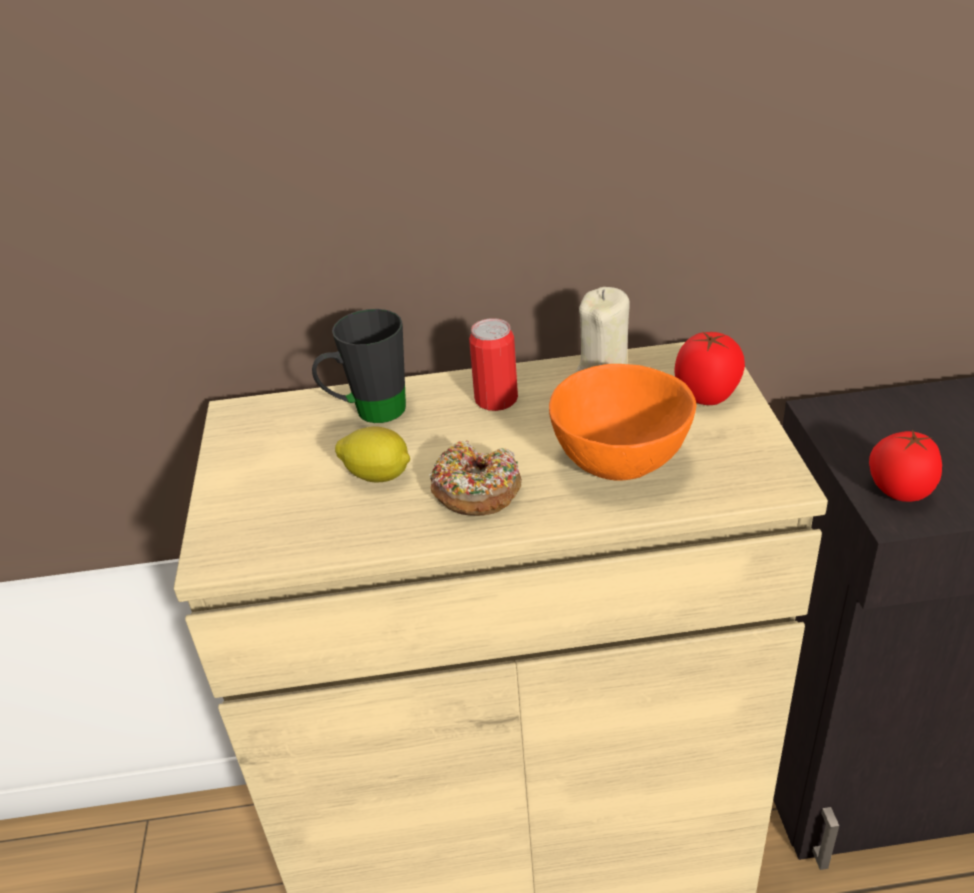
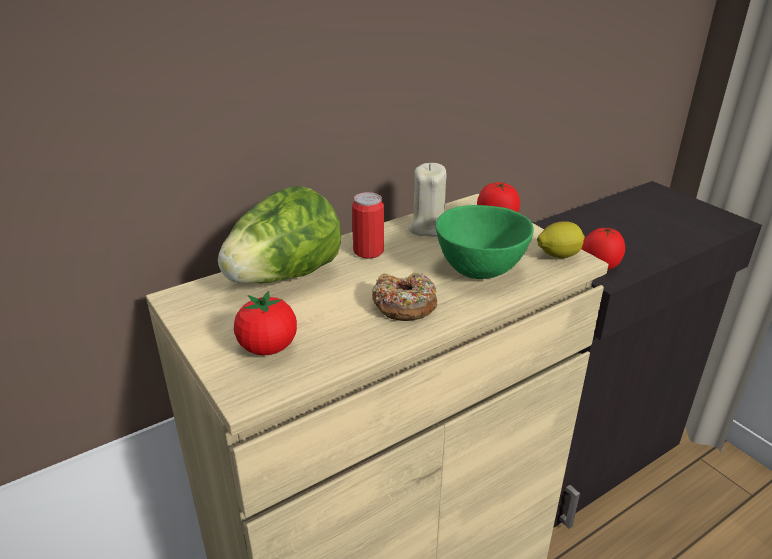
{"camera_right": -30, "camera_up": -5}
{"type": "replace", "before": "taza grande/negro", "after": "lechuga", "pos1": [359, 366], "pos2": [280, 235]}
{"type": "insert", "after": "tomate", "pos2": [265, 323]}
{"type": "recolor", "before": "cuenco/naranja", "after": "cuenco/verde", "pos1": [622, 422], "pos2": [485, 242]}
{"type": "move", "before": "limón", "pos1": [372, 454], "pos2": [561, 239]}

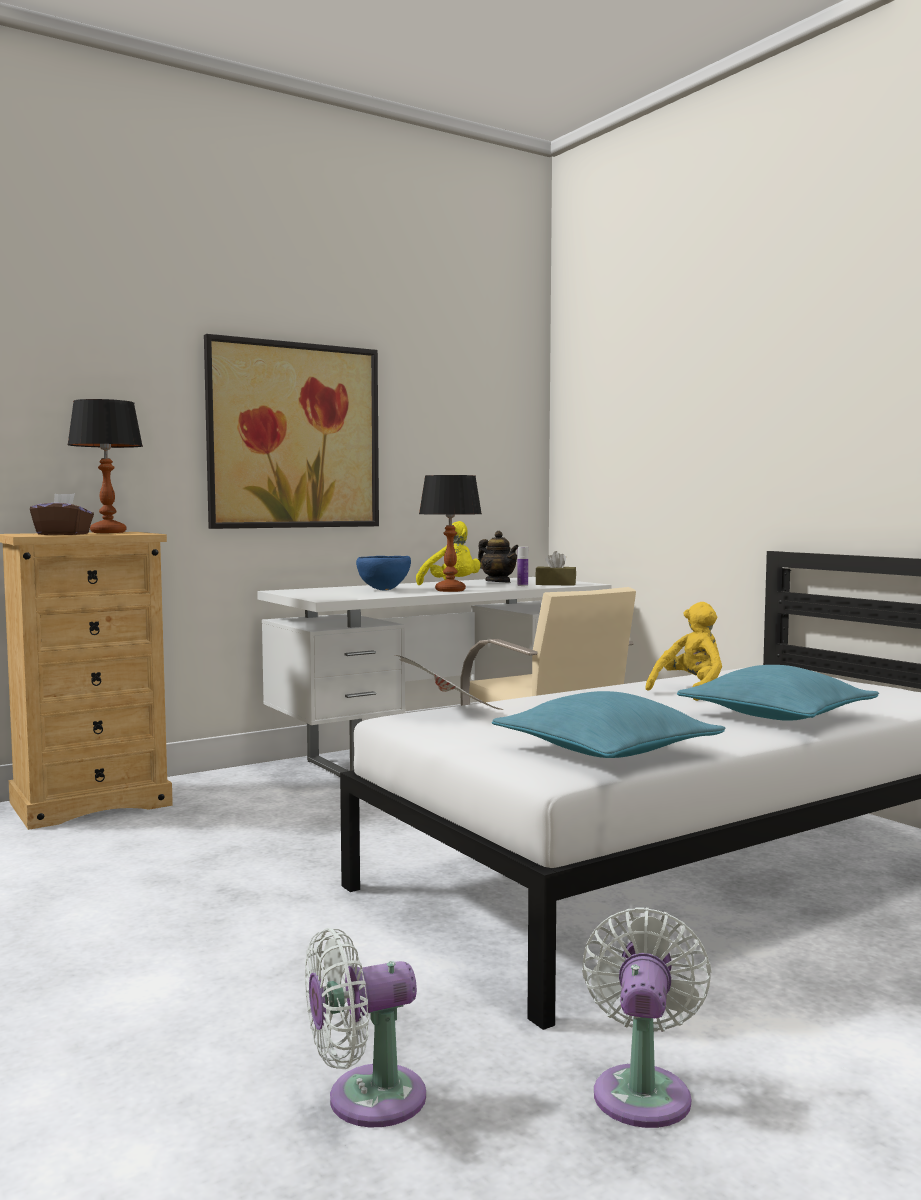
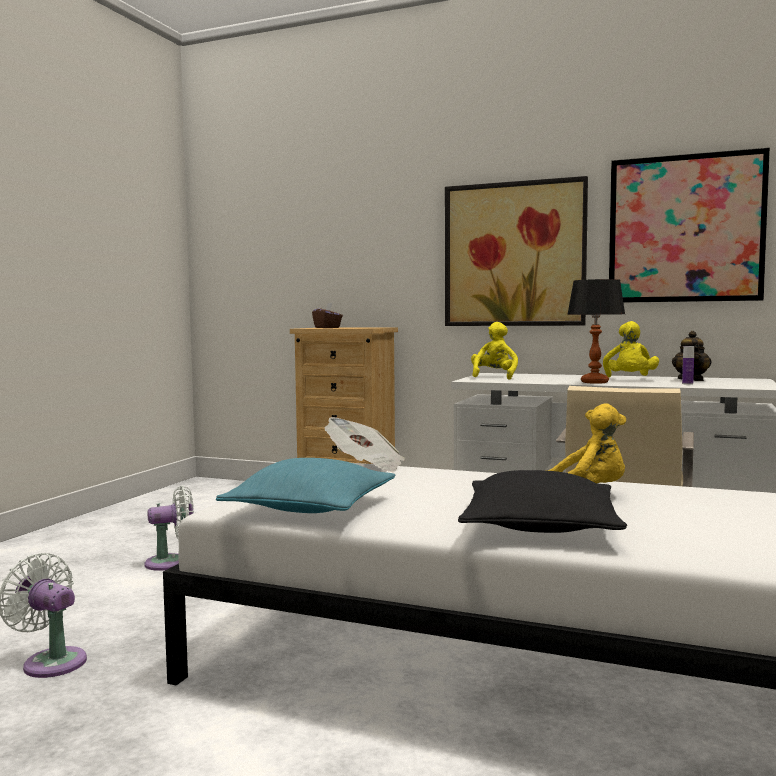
{"camera_right": 55, "camera_up": 0}
{"type": "move", "before": "ventilador/blanco", "pos1": [646, 1017], "pos2": [169, 528]}
{"type": "recolor", "before": "cojín/turquesa", "after": "cojín/negro", "pos1": [778, 693], "pos2": [542, 501]}
{"type": "insert", "after": "peluche/amarillo", "pos2": [494, 351]}
{"type": "insert", "after": "cuadro", "pos2": [689, 225]}
{"type": "delete", "before": "lámpara de mesa", "pos1": [105, 466]}
{"type": "delete", "before": "cuenco/azul", "pos1": [383, 573]}
{"type": "delete", "before": "caja de pañuelos/marrón", "pos1": [555, 568]}

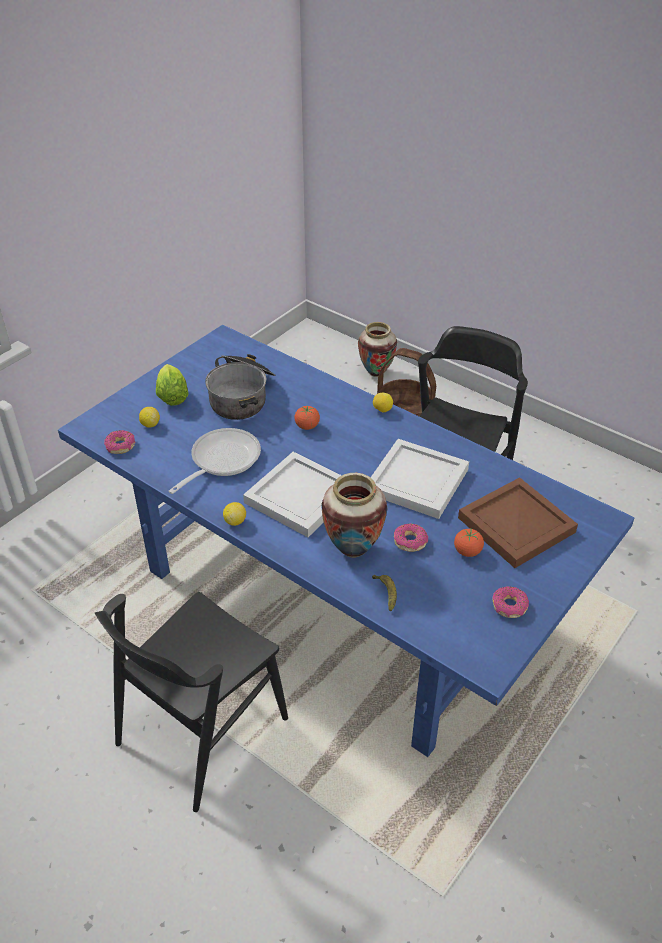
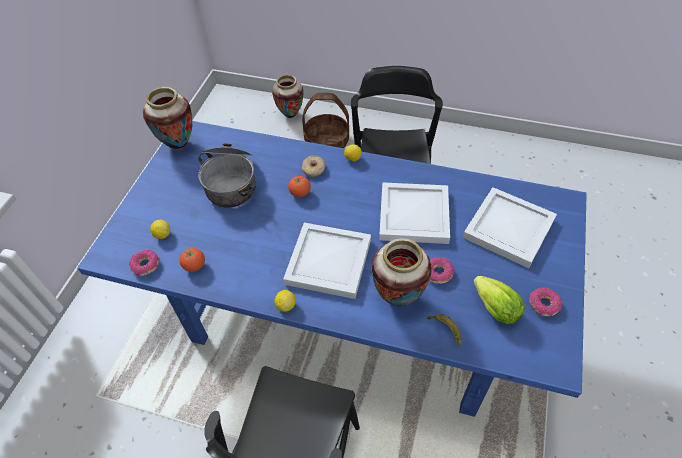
{"camera_right": -20, "camera_up": 10}
{"type": "insert", "after": "florero", "pos2": [168, 118]}
{"type": "move", "before": "tomate", "pos1": [469, 543], "pos2": [192, 260]}
{"type": "insert", "after": "rosquilla", "pos2": [313, 166]}
{"type": "recolor", "before": "bandeja/marrón", "after": "bandeja/blanco", "pos1": [518, 522], "pos2": [510, 227]}
{"type": "move", "before": "lechuga", "pos1": [172, 385], "pos2": [499, 300]}
{"type": "delete", "before": "sartén", "pos1": [215, 461]}

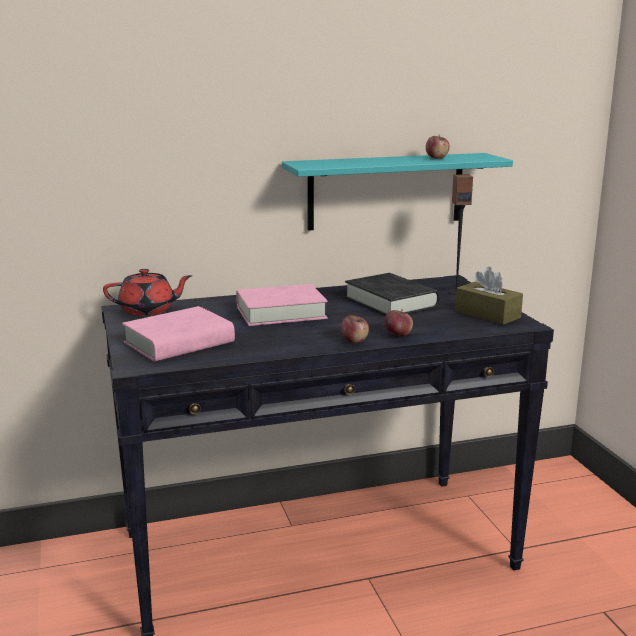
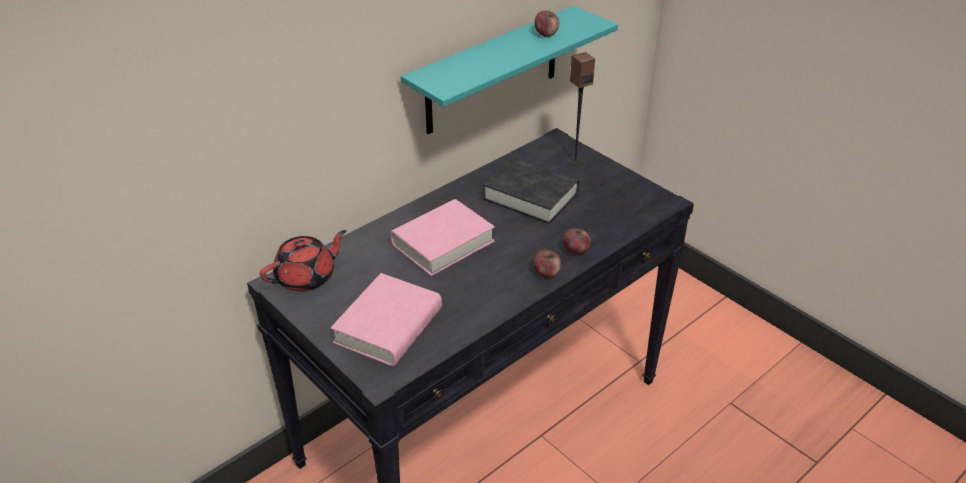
{"camera_right": -25, "camera_up": 20}
{"type": "delete", "before": "caja de pañuelos/marrón", "pos1": [489, 296]}

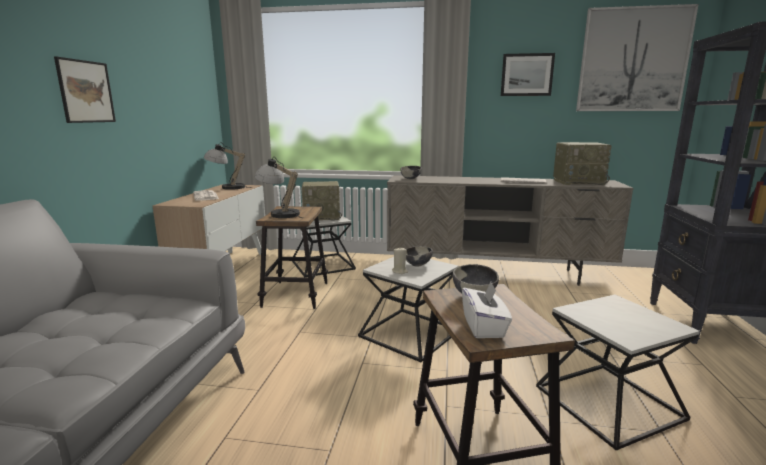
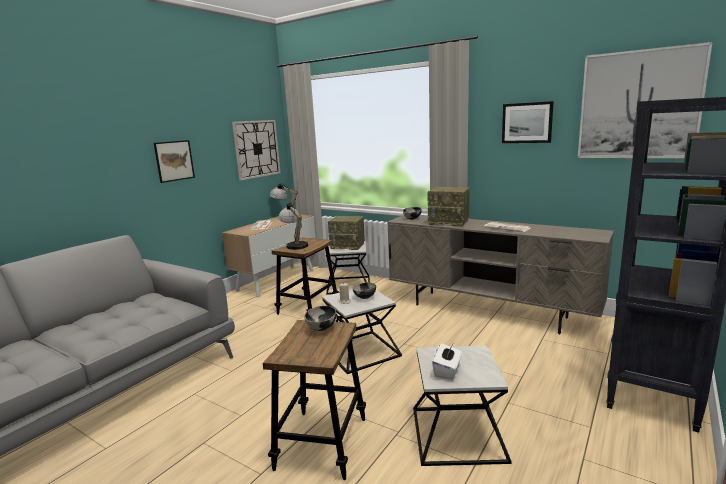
{"camera_right": 25, "camera_up": 0}
{"type": "insert", "after": "reloj de pared", "pos2": [256, 150]}
{"type": "move", "before": "radio", "pos1": [582, 163], "pos2": [449, 207]}
{"type": "move", "before": "caja de pañuelos/blanco", "pos1": [487, 309], "pos2": [447, 362]}

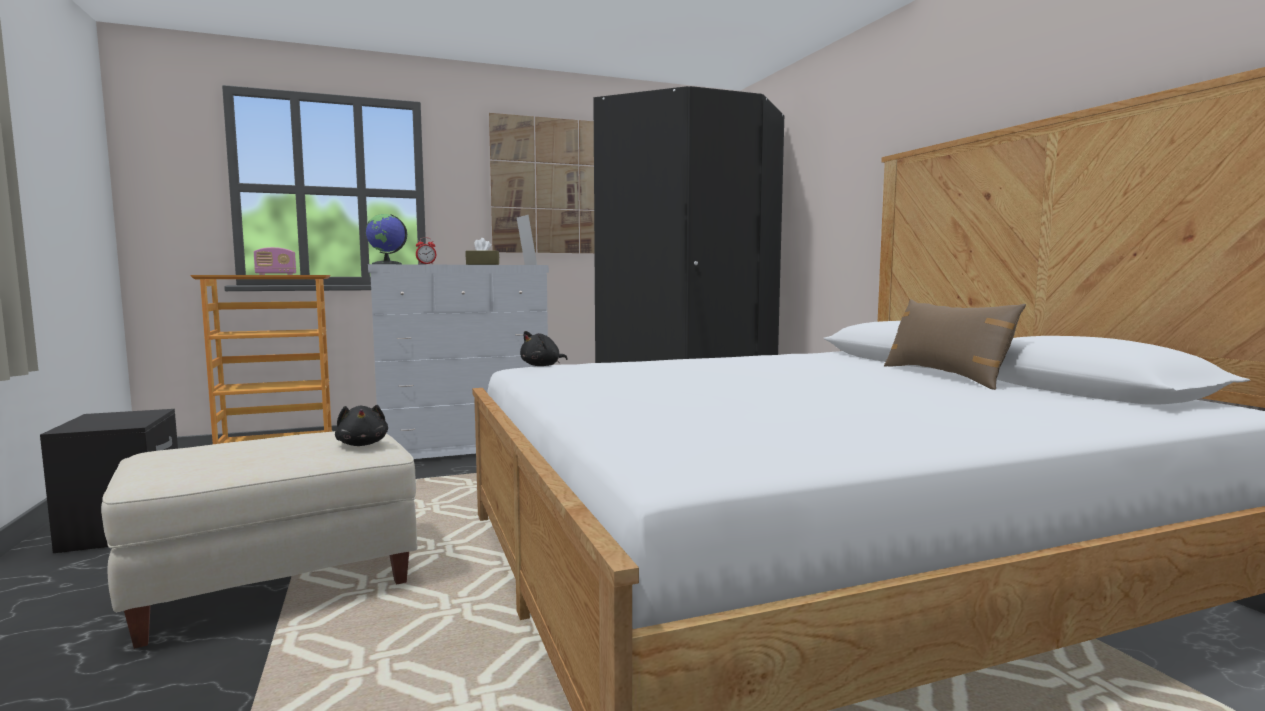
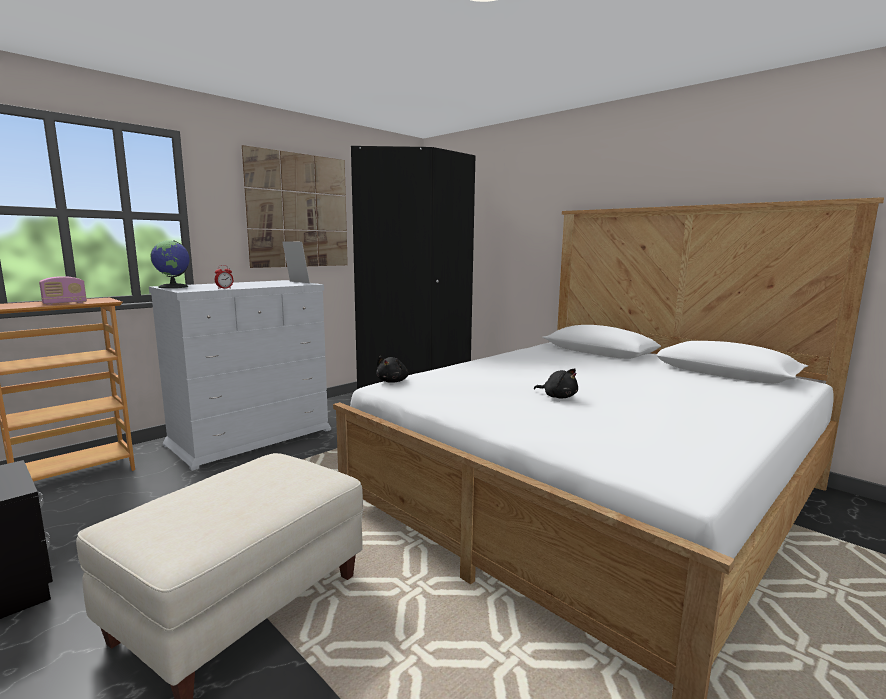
{"camera_right": -25, "camera_up": 5}
{"type": "move", "before": "peluche/negro", "pos1": [361, 425], "pos2": [556, 383]}
{"type": "delete", "before": "caja de pañuelos/marrón", "pos1": [482, 251]}
{"type": "delete", "before": "cojín/marrón", "pos1": [955, 344]}

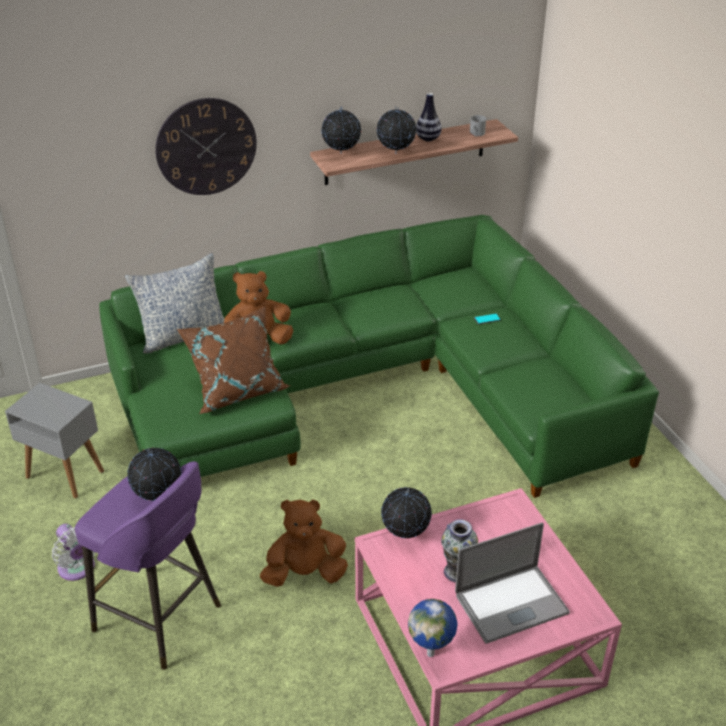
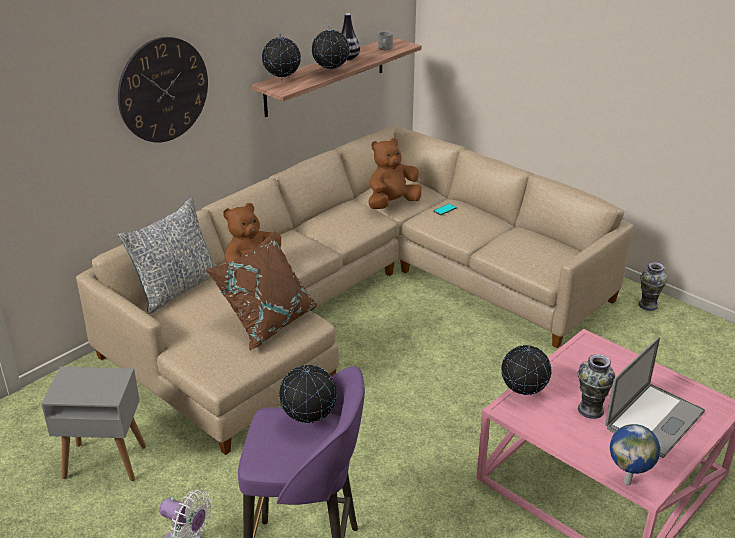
{"camera_right": -25, "camera_up": -5}
{"type": "recolor", "before": "sofá/verde", "after": "sofá/beis", "pos1": [379, 356], "pos2": [355, 290]}
{"type": "move", "before": "peluche/marrón", "pos1": [304, 543], "pos2": [394, 173]}
{"type": "insert", "after": "florero", "pos2": [653, 286]}

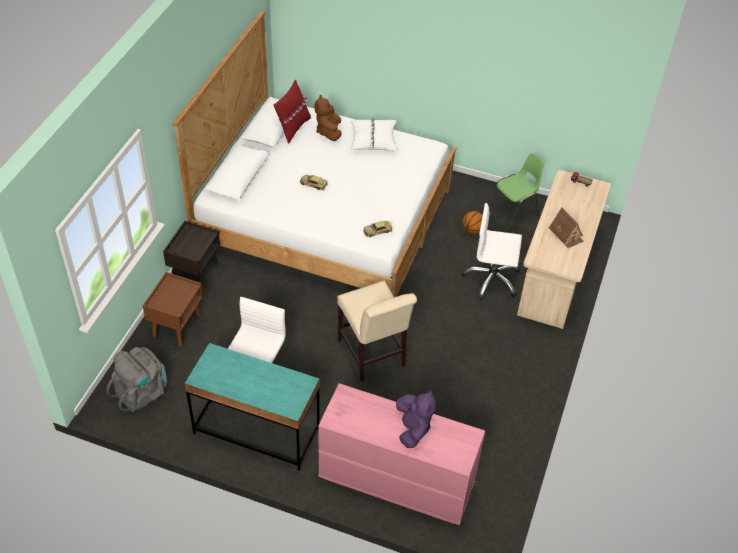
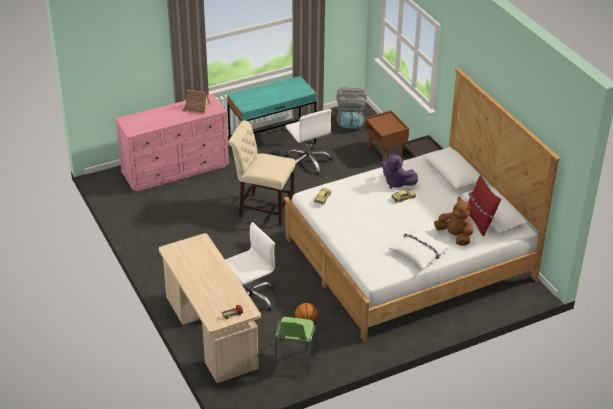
{"camera_right": 135, "camera_up": -10}
{"type": "move", "before": "casita", "pos1": [566, 227], "pos2": [196, 102]}
{"type": "move", "before": "peluche/morado", "pos1": [416, 418], "pos2": [400, 171]}

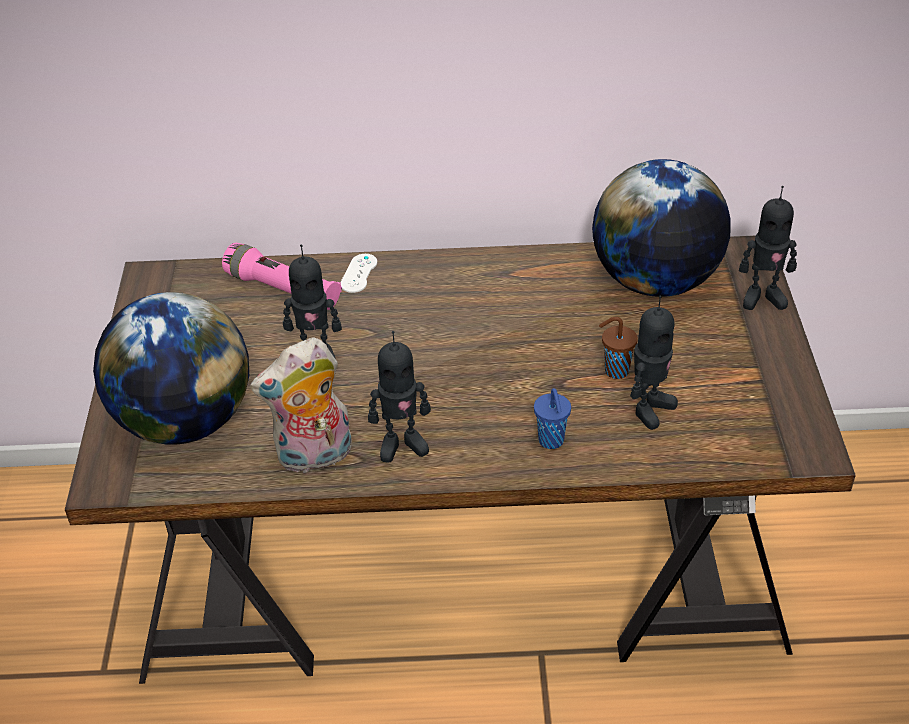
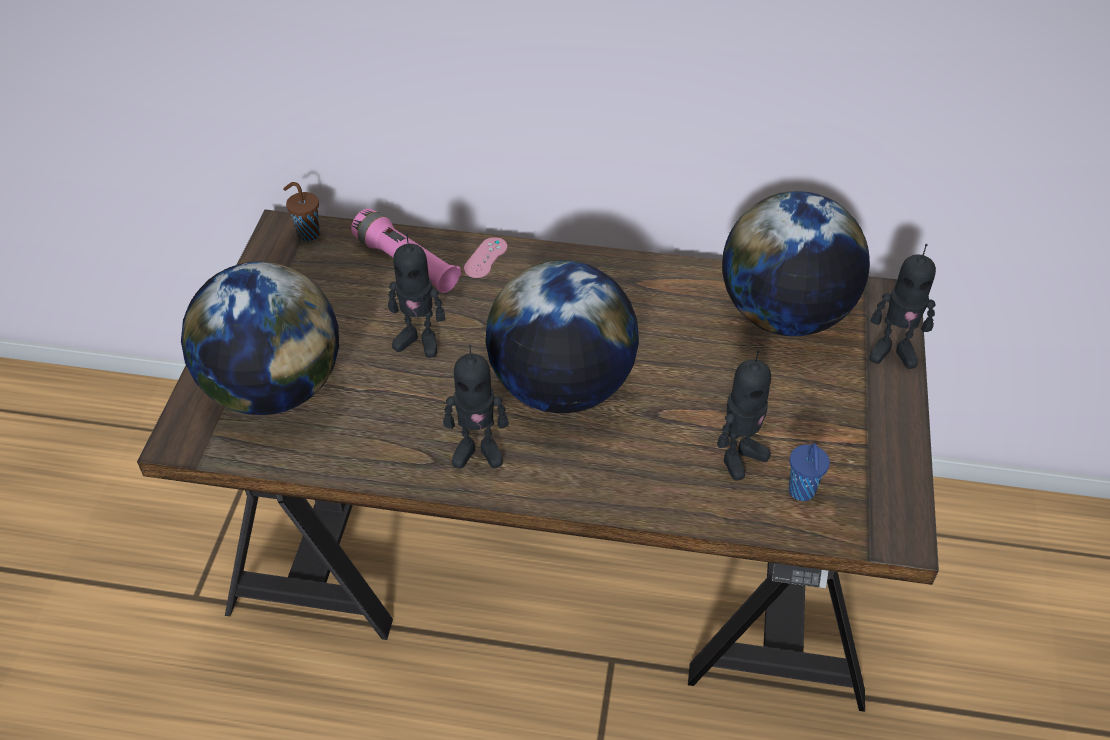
{"camera_right": 10, "camera_up": 5}
{"type": "move", "before": "taza/marrón", "pos1": [618, 348], "pos2": [301, 211]}
{"type": "recolor", "before": "mando de consola/blanco", "after": "mando de consola/rosa", "pos1": [358, 273], "pos2": [486, 257]}
{"type": "insert", "after": "globo terráqueo", "pos2": [562, 336]}
{"type": "move", "before": "taza/azul", "pos1": [552, 418], "pos2": [809, 472]}
{"type": "delete", "before": "peluche", "pos1": [301, 405]}

